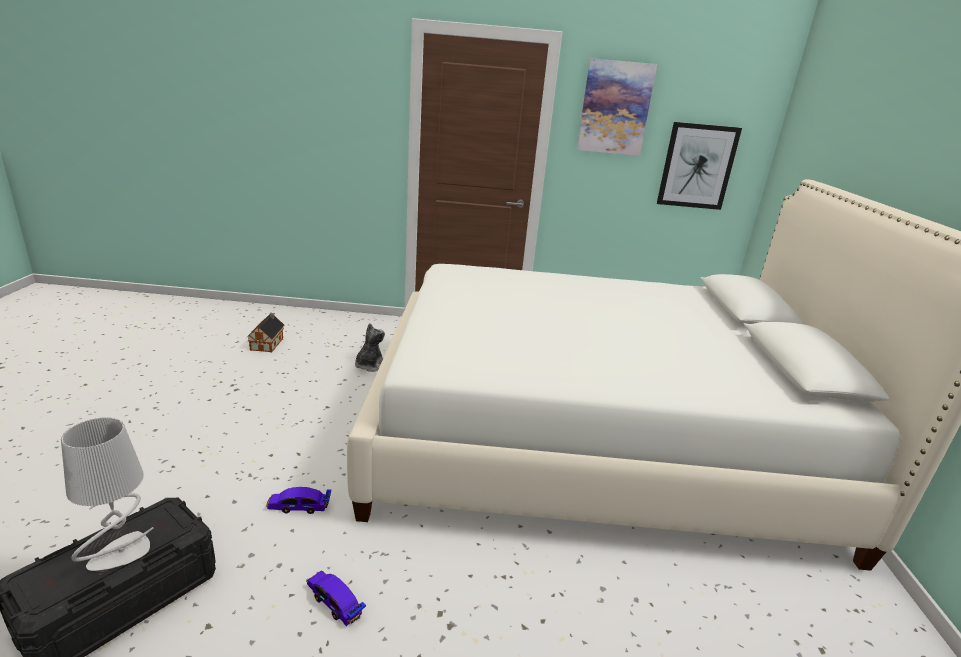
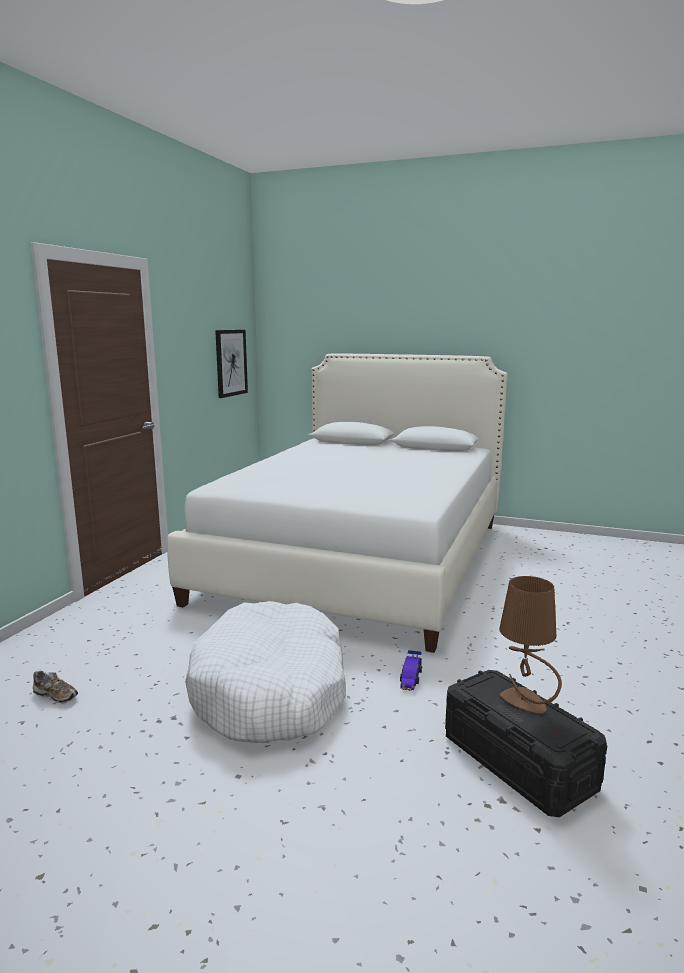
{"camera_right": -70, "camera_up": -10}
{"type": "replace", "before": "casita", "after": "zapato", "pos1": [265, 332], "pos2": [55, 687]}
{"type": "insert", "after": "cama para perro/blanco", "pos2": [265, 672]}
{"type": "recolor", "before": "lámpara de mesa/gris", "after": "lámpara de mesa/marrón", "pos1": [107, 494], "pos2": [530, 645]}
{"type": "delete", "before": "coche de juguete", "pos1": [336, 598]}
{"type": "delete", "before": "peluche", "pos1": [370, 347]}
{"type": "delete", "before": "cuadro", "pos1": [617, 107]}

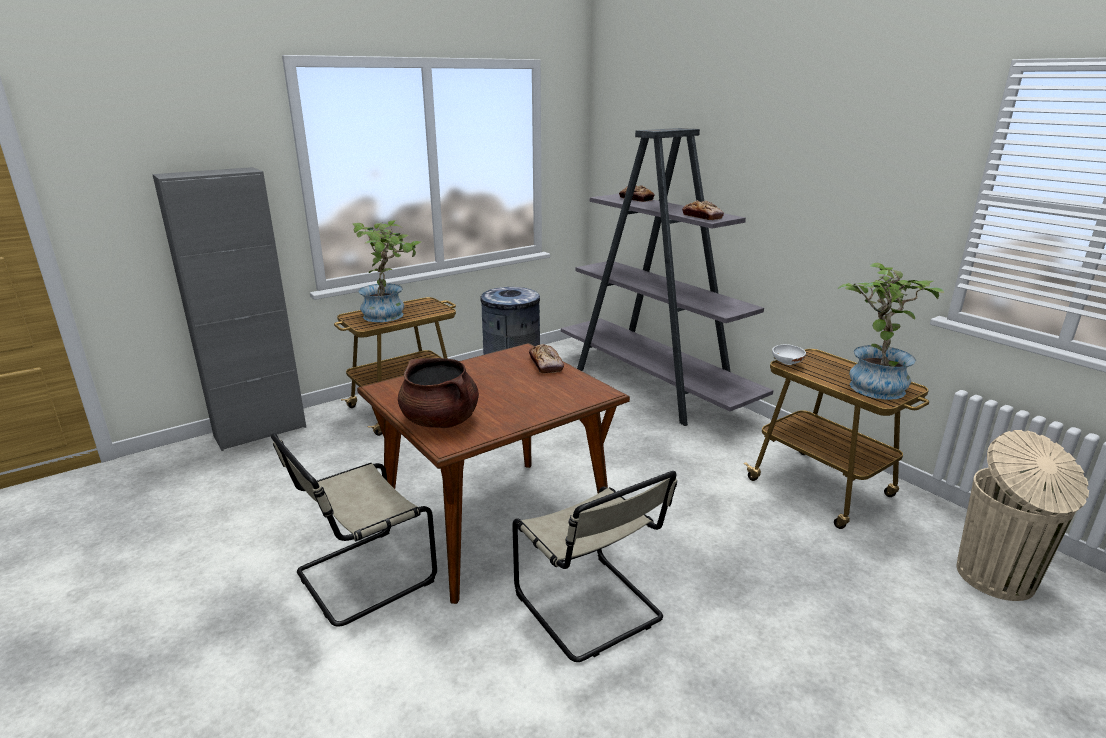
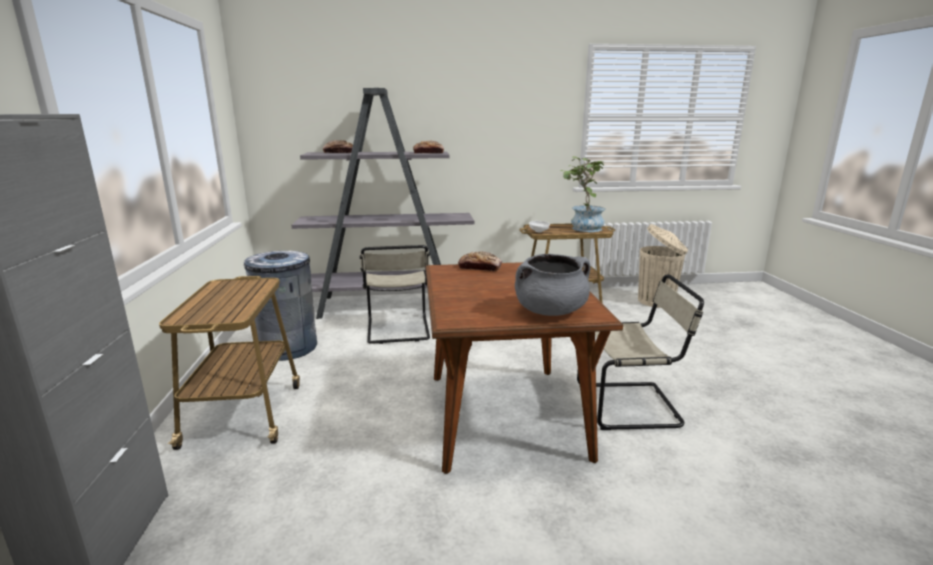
{"camera_right": -60, "camera_up": -5}
{"type": "move", "before": "silla/beis", "pos1": [354, 530], "pos2": [394, 294]}
{"type": "recolor", "before": "olla/marrón", "after": "olla/gris", "pos1": [438, 393], "pos2": [553, 285]}
{"type": "delete", "before": "planta en maceta", "pos1": [386, 271]}

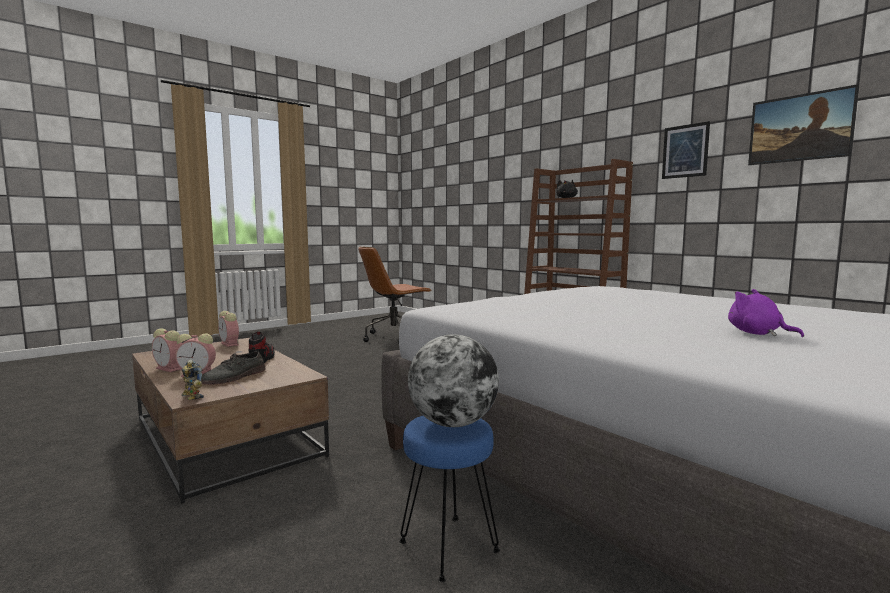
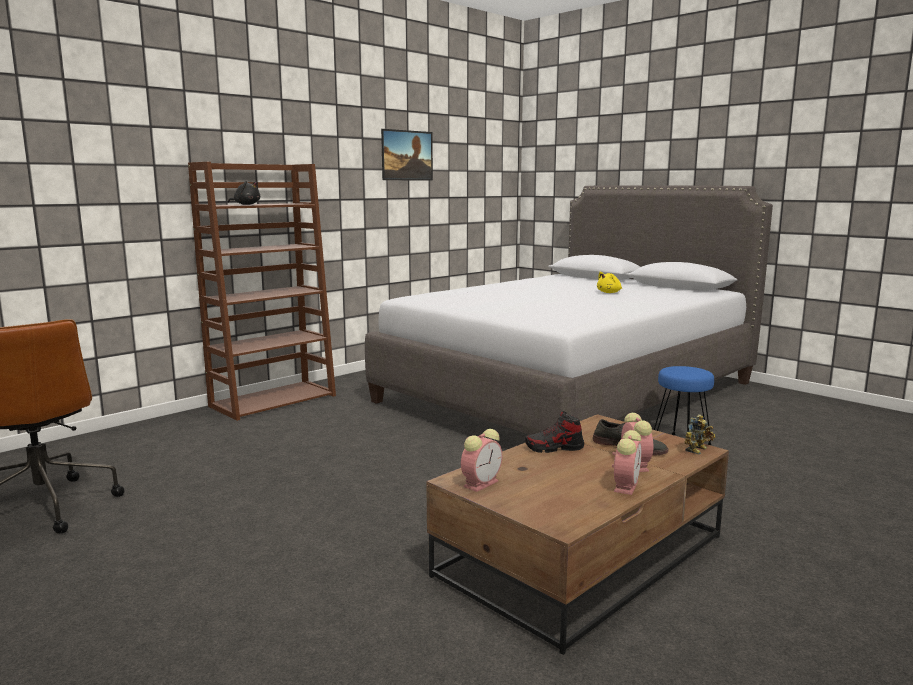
{"camera_right": -95, "camera_up": 5}
{"type": "recolor", "before": "peluche/morado", "after": "peluche/amarillo", "pos1": [766, 313], "pos2": [609, 282]}
{"type": "delete", "before": "globo terráqueo", "pos1": [453, 380]}
{"type": "delete", "before": "cuadro", "pos1": [686, 150]}

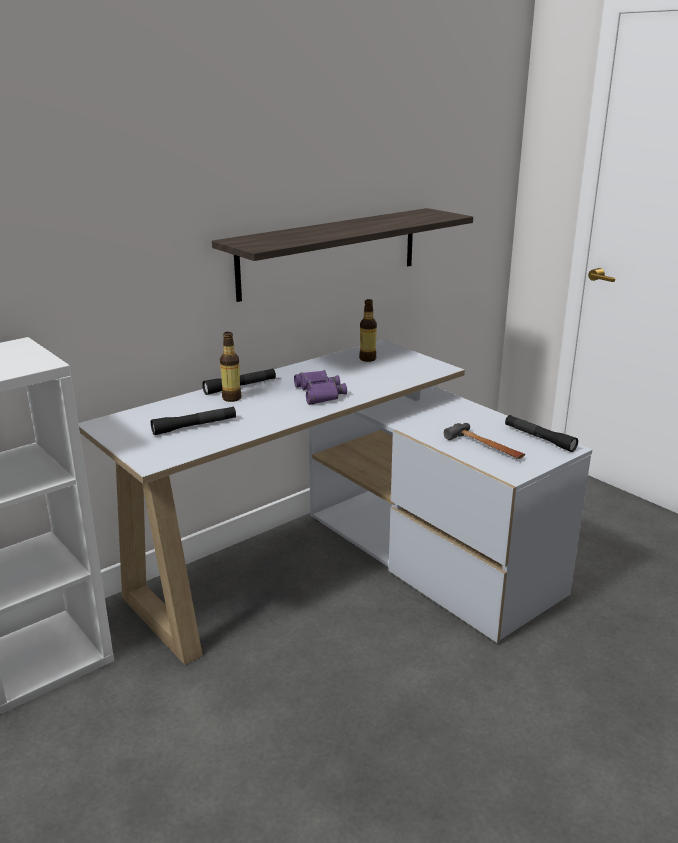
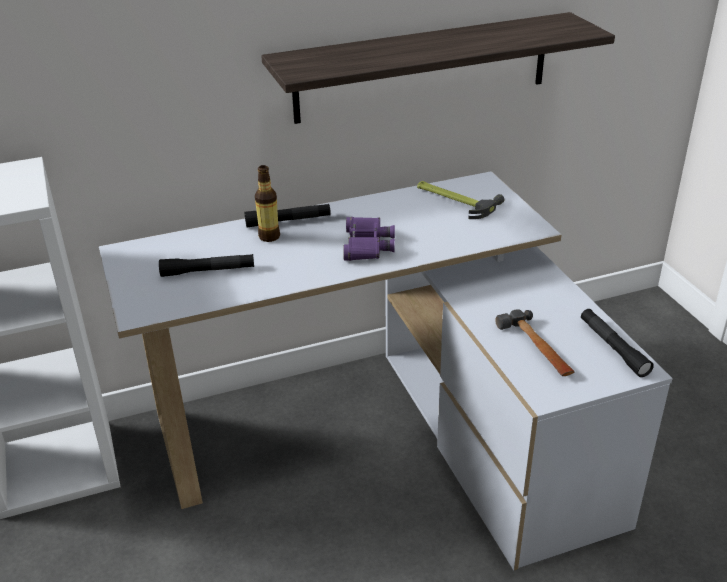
{"camera_right": 20, "camera_up": 10}
{"type": "replace", "before": "botella", "after": "martillo", "pos1": [368, 330], "pos2": [460, 200]}

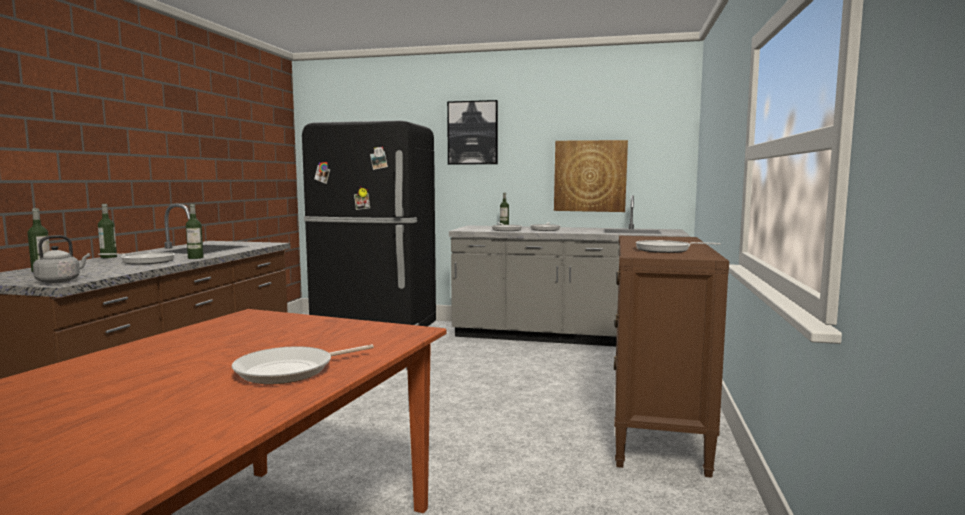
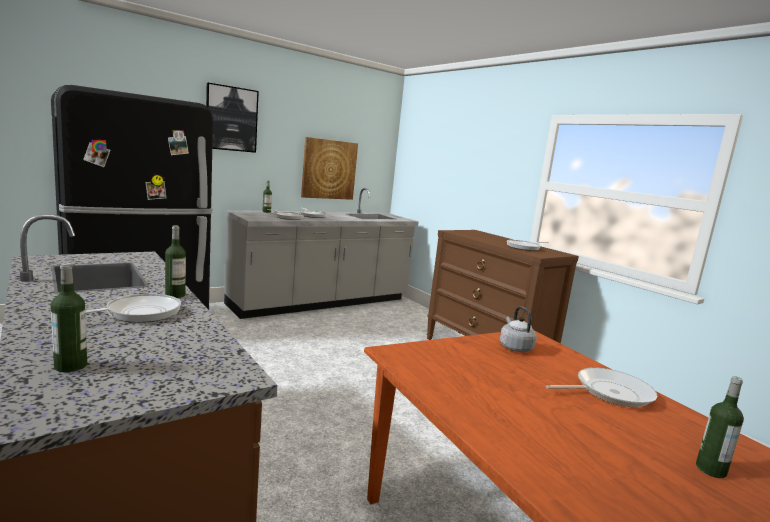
{"camera_right": -50, "camera_up": 5}
{"type": "move", "before": "hervidor/gris", "pos1": [61, 259], "pos2": [518, 329]}
{"type": "rotate", "before": "sartén", "pos1": [303, 364], "pos2": [601, 387], "turn": -105}
{"type": "move", "before": "botella", "pos1": [107, 231], "pos2": [720, 427]}

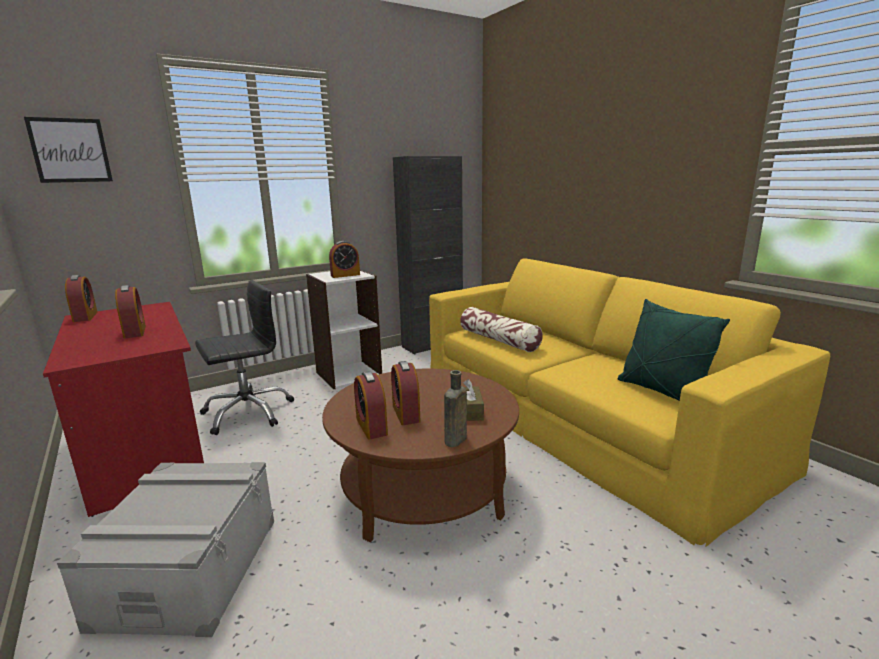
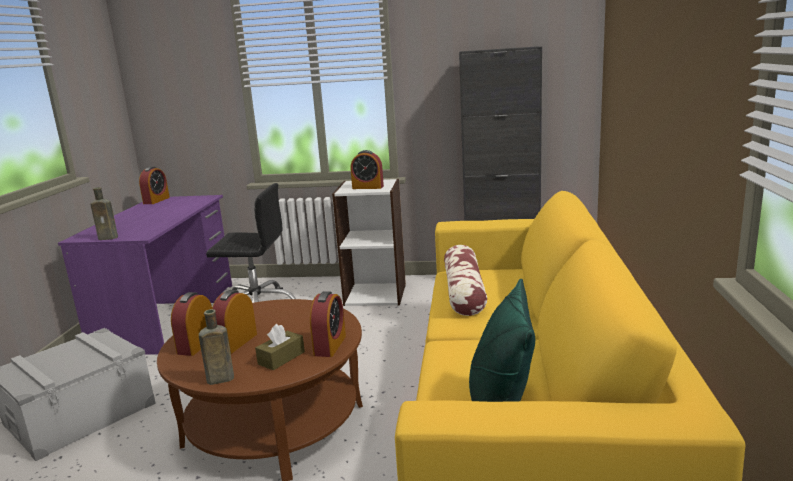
{"camera_right": 40, "camera_up": 0}
{"type": "recolor", "before": "escritorio/rojo", "after": "escritorio/morado", "pos1": [123, 409], "pos2": [145, 275]}
{"type": "insert", "after": "botella/marrón", "pos2": [104, 213]}
{"type": "move", "before": "despertador", "pos1": [130, 312], "pos2": [328, 324]}
{"type": "delete", "before": "cuadro", "pos1": [68, 150]}

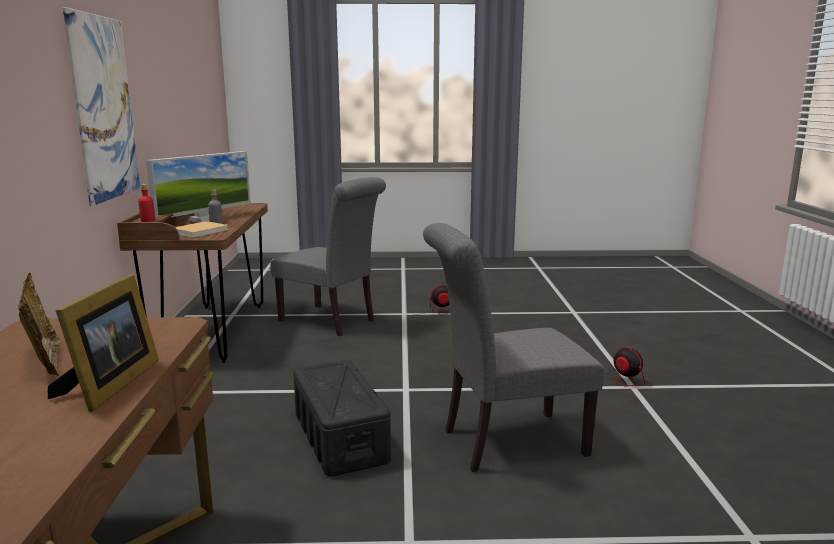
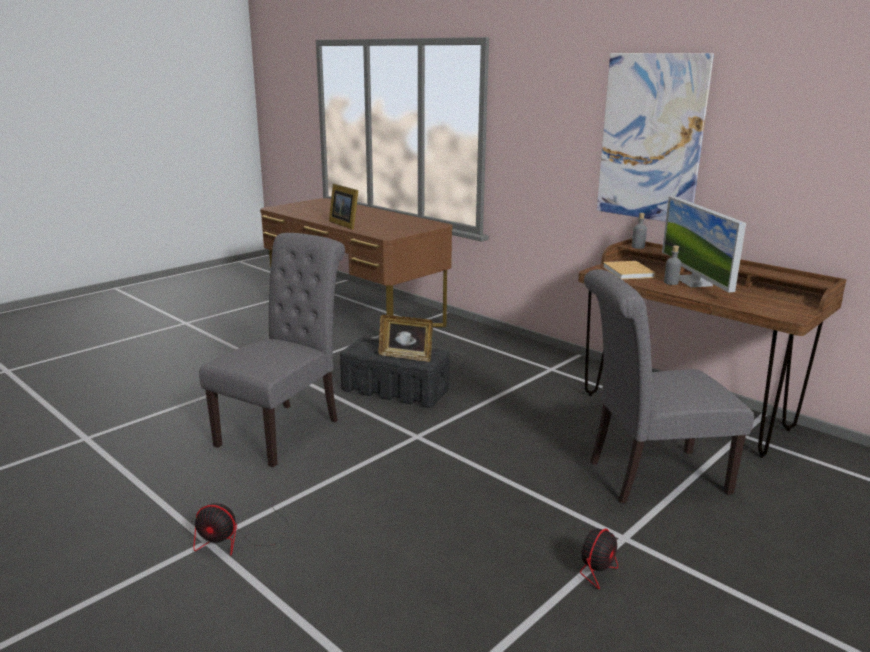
{"camera_right": 135, "camera_up": 5}
{"type": "move", "before": "portarretratos", "pos1": [39, 324], "pos2": [405, 338]}
{"type": "recolor", "before": "botella/rojo", "after": "botella/gris", "pos1": [146, 203], "pos2": [639, 231]}

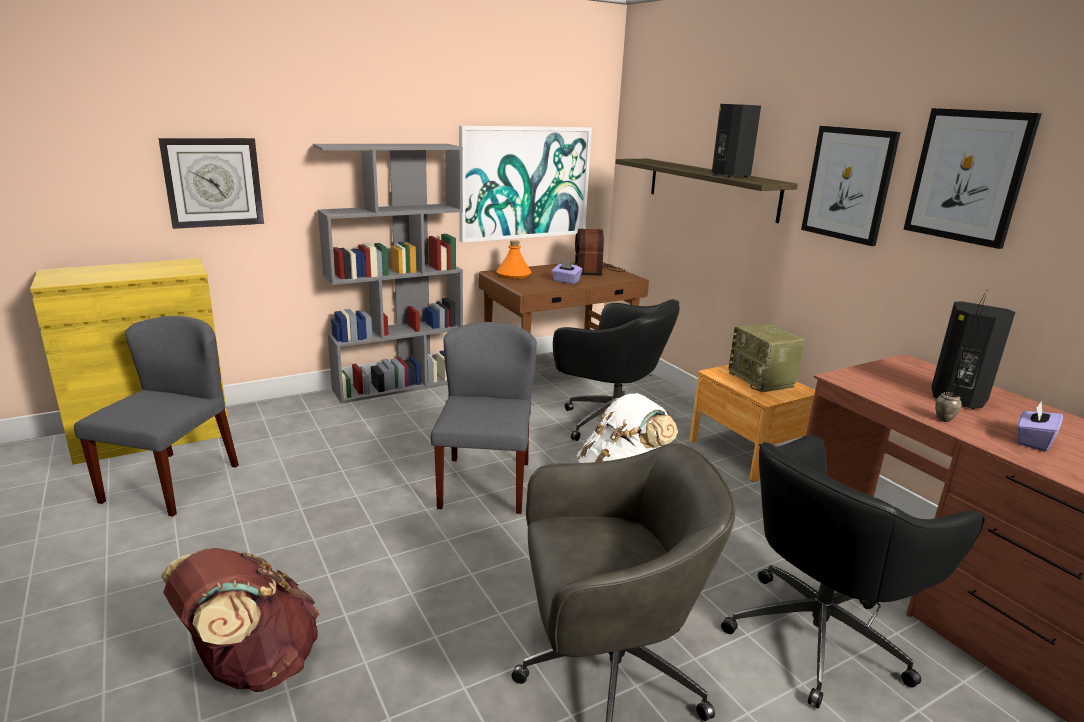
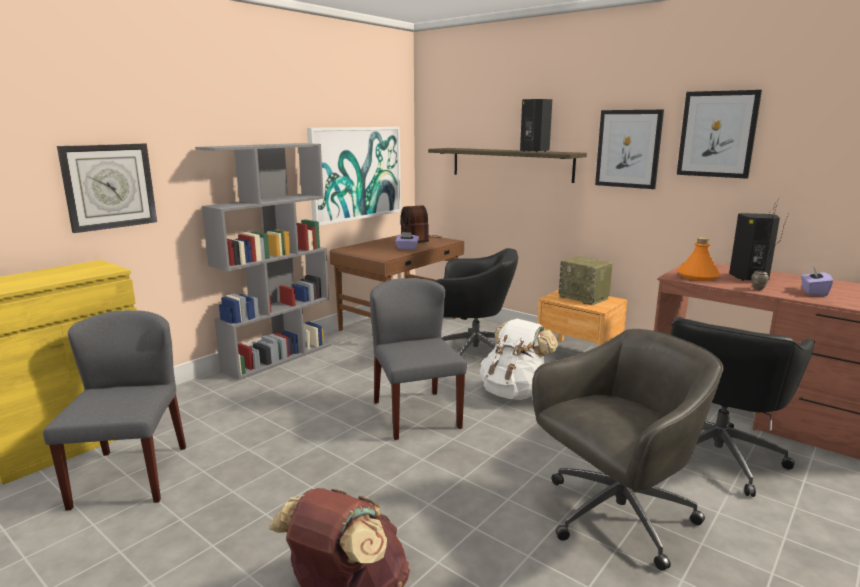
{"camera_right": -20, "camera_up": -5}
{"type": "move", "before": "botella/naranja", "pos1": [513, 259], "pos2": [699, 259]}

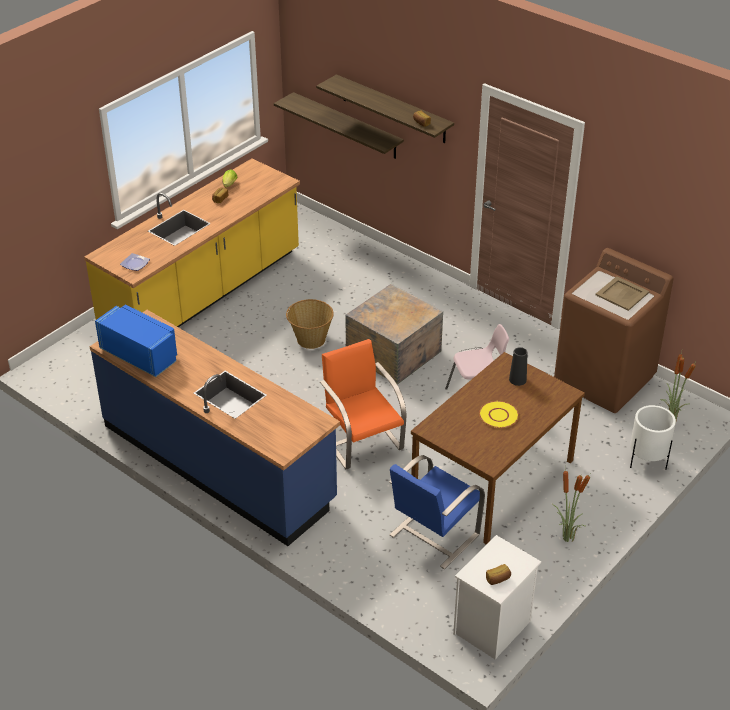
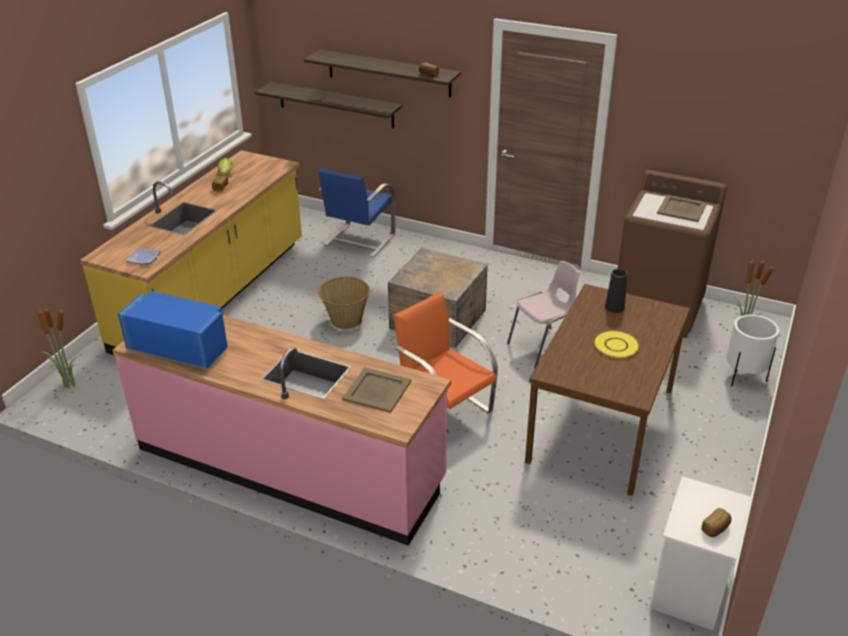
{"camera_right": -15, "camera_up": -5}
{"type": "move", "before": "planta en maceta", "pos1": [571, 505], "pos2": [58, 347]}
{"type": "recolor", "before": "mueble bajo de cocina/azul", "after": "mueble bajo de cocina/rosa", "pos1": [214, 428], "pos2": [281, 430]}
{"type": "move", "before": "silla/azul", "pos1": [437, 512], "pos2": [357, 212]}
{"type": "insert", "after": "bandeja/beis", "pos2": [377, 390]}

